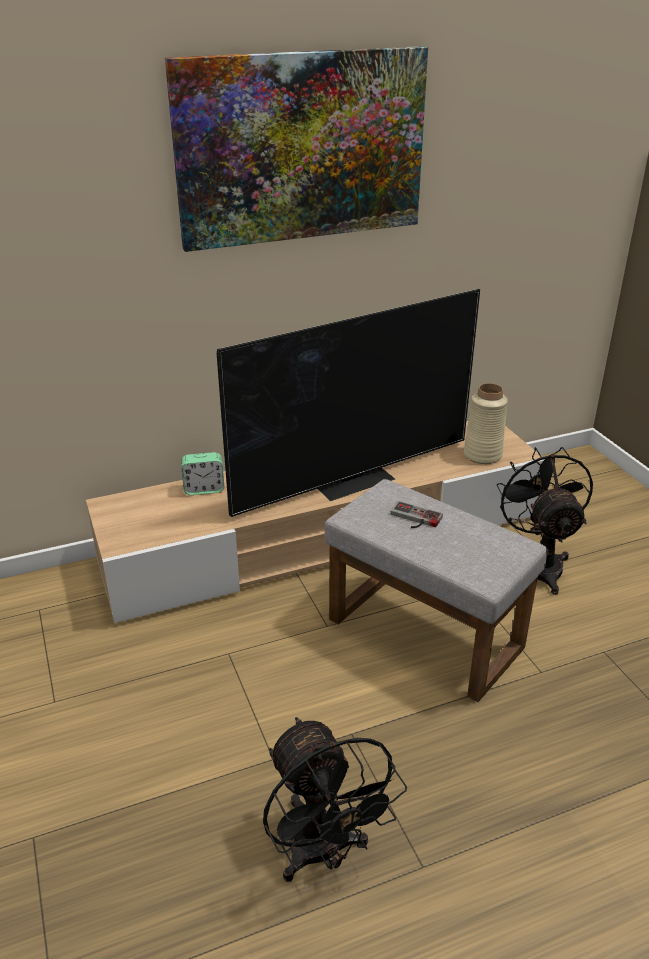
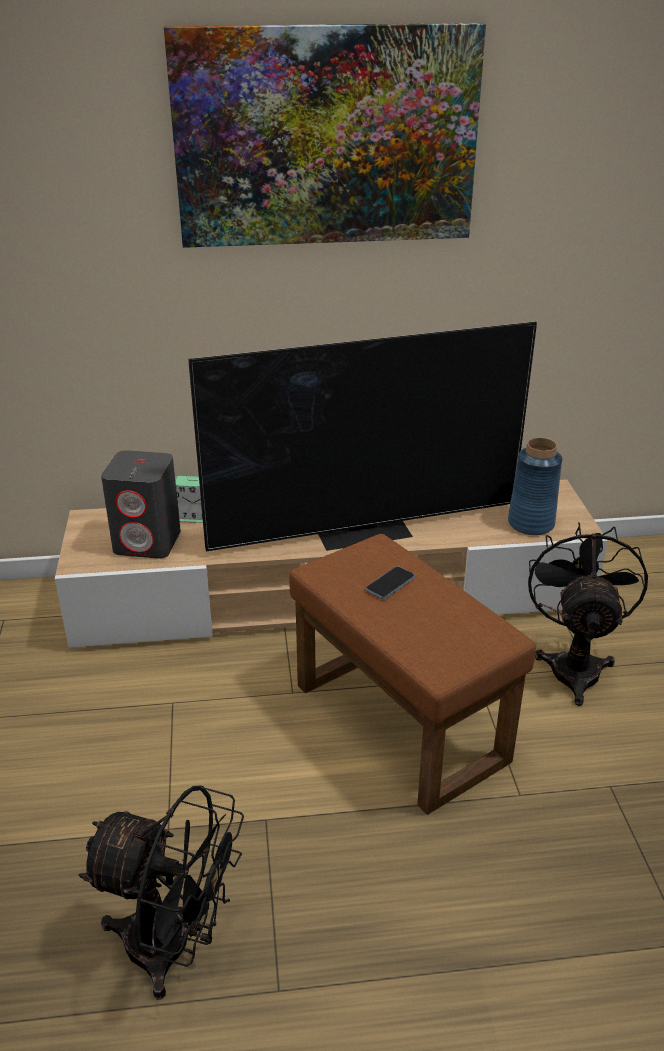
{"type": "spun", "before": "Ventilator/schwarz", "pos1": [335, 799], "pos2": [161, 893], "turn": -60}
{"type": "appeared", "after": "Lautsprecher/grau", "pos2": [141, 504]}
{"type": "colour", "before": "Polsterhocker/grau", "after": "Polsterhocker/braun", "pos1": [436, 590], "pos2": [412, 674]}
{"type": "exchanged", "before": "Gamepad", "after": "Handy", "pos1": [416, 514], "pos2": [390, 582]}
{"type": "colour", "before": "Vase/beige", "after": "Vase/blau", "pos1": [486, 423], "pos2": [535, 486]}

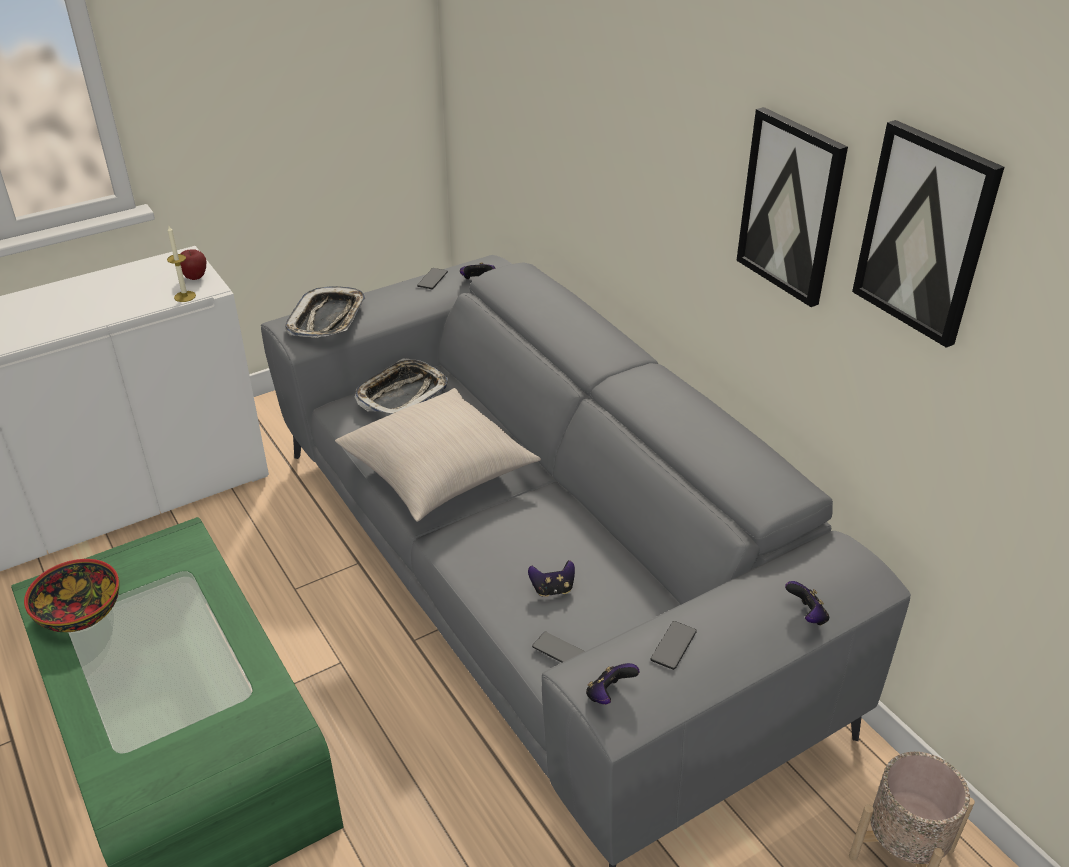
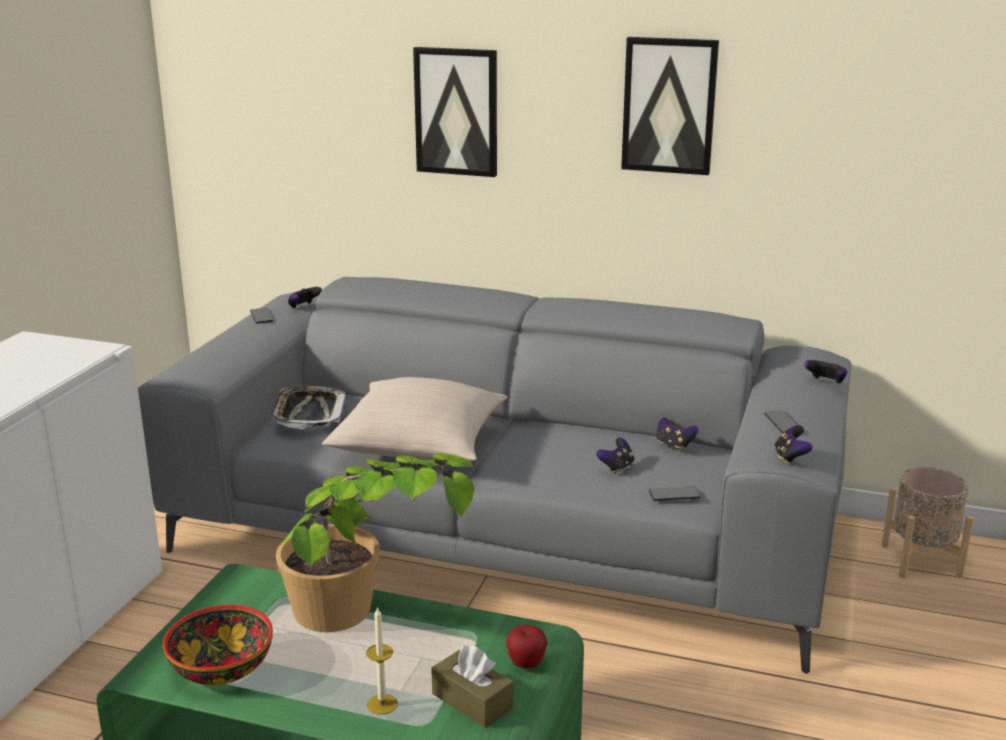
{"type": "appeared", "after": "Topfpflanze", "pos2": [375, 542]}
{"type": "relocated", "before": "Kerze", "pos1": [181, 264], "pos2": [382, 660]}
{"type": "relocated", "before": "Bild", "pos1": [928, 234], "pos2": [455, 112]}
{"type": "appeared", "after": "Taschentuchbox/braun", "pos2": [472, 686]}
{"type": "relocated", "before": "Apfel", "pos1": [193, 264], "pos2": [527, 646]}
{"type": "appeared", "after": "Gamepad", "pos2": [677, 434]}
{"type": "missing", "before": "Tablett", "pos1": [325, 312]}

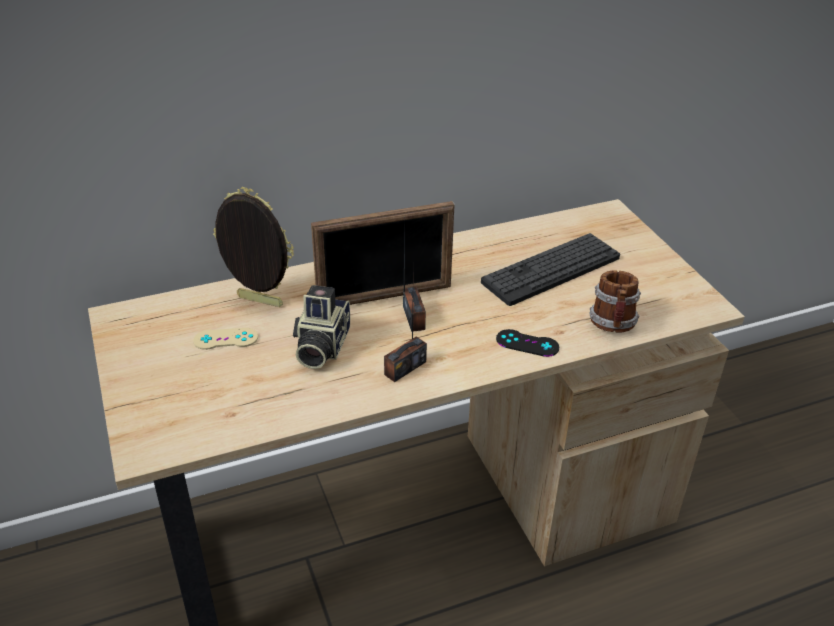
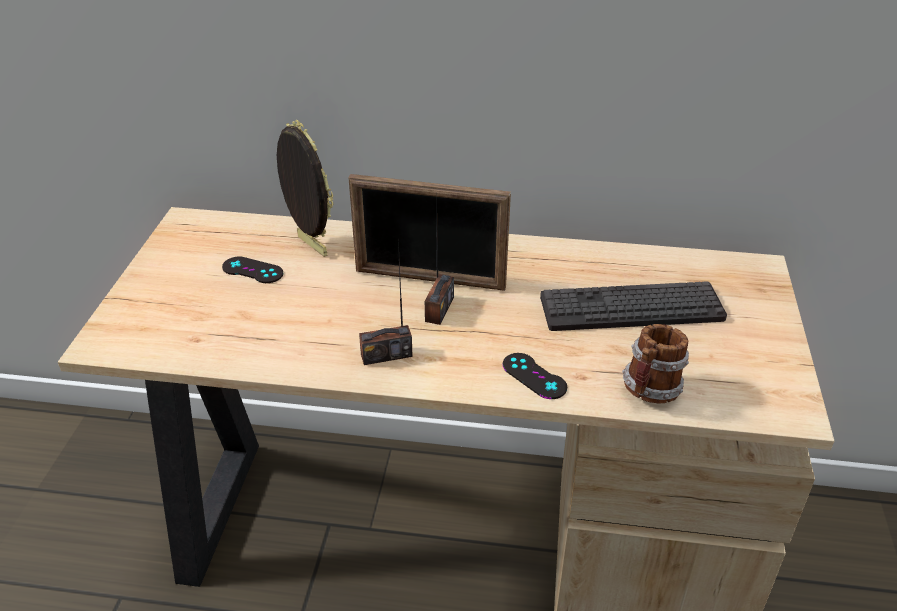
{"type": "colour", "before": "Gamepad/beige", "after": "Gamepad/schwarz", "pos1": [225, 339], "pos2": [253, 270]}
{"type": "missing", "before": "Kamera", "pos1": [321, 327]}

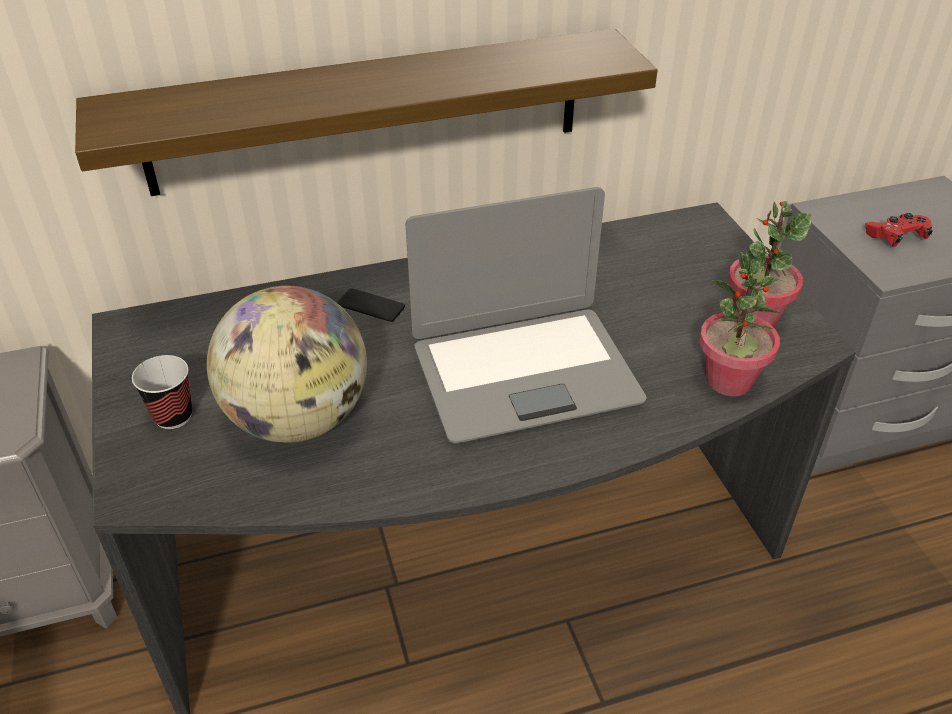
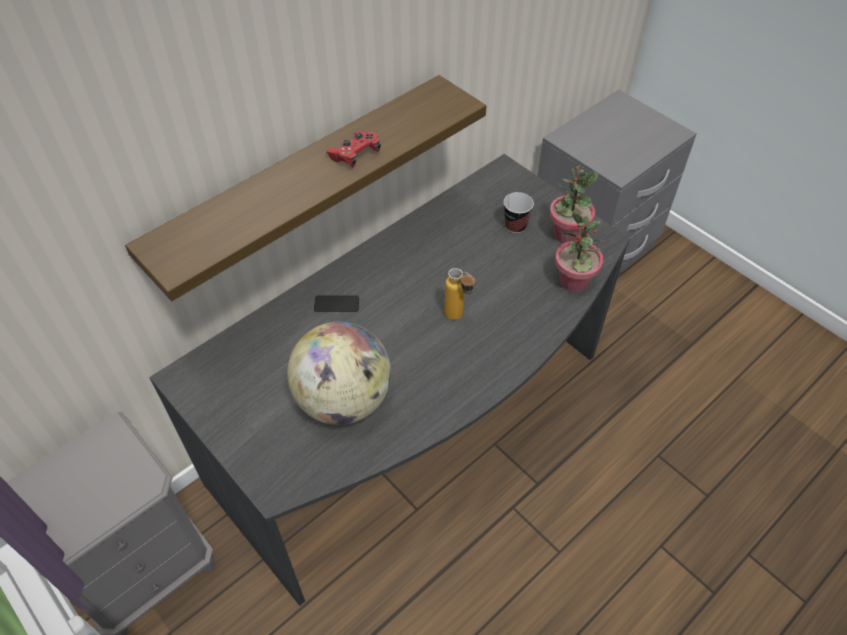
{"type": "relocated", "before": "Gamepad/rot", "pos1": [899, 230], "pos2": [353, 149]}
{"type": "exchanged", "before": "Laptop", "after": "Flasche", "pos1": [526, 315], "pos2": [460, 294]}
{"type": "relocated", "before": "Tasse", "pos1": [162, 392], "pos2": [519, 212]}

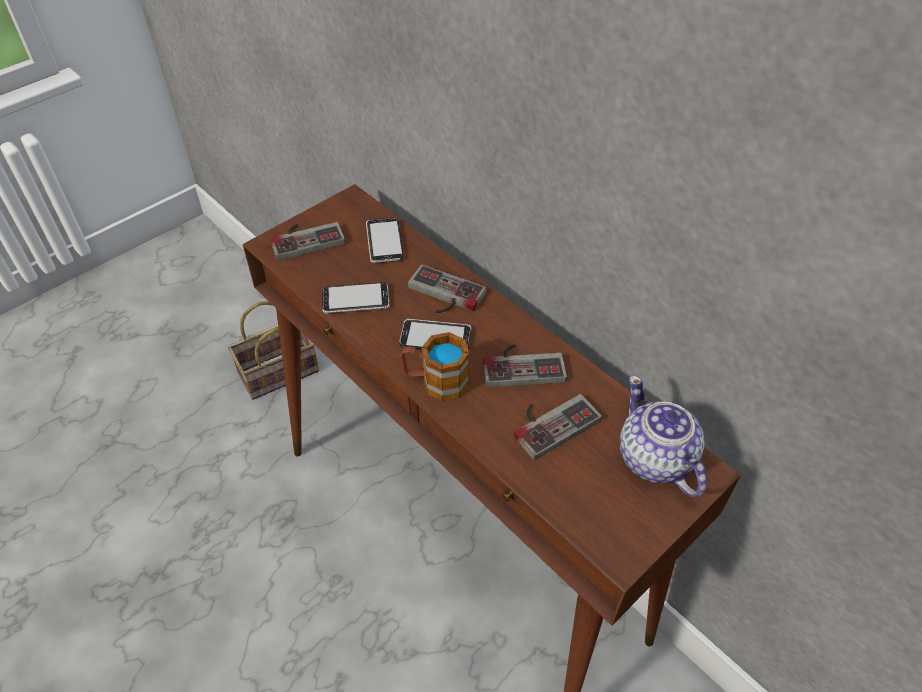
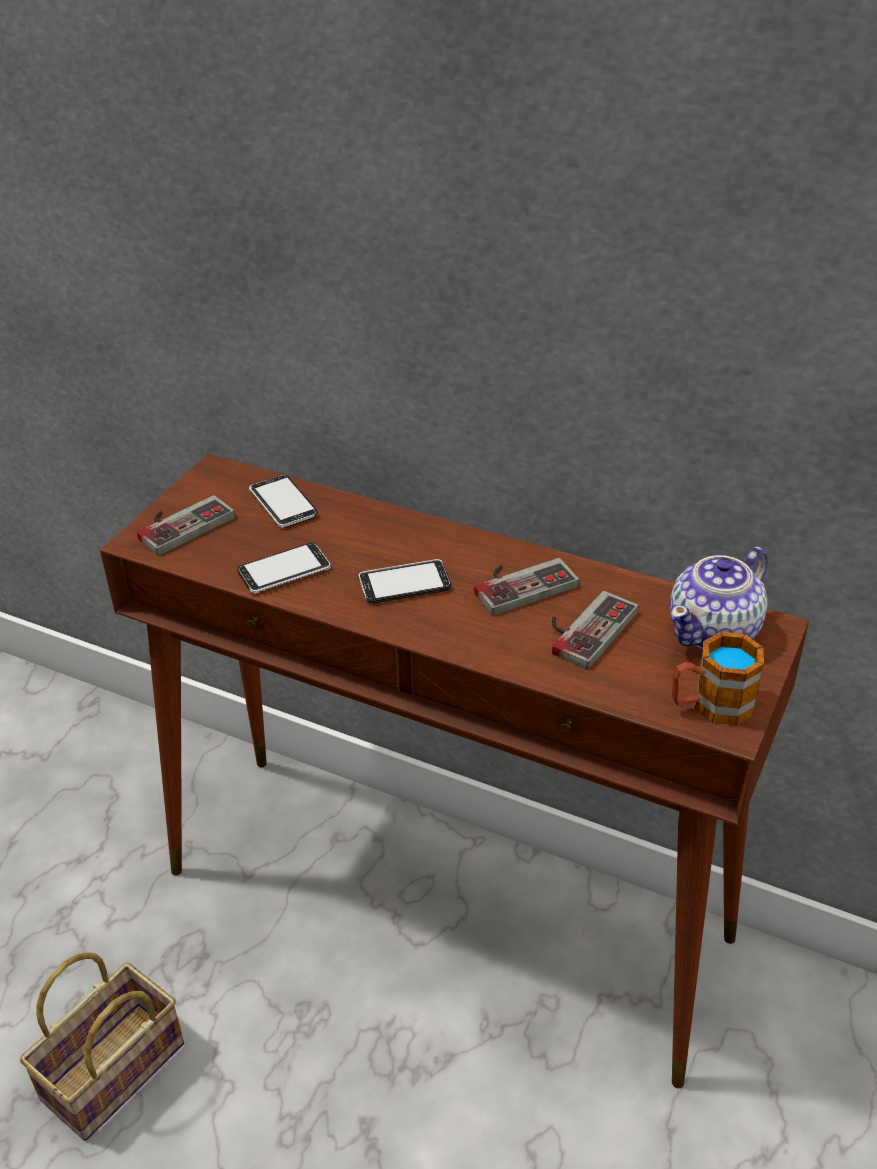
{"type": "relocated", "before": "Korb", "pos1": [273, 350], "pos2": [102, 1046]}
{"type": "spun", "before": "Teekanne", "pos1": [663, 436], "pos2": [719, 598], "turn": -90}
{"type": "relocated", "before": "Henkelbecher", "pos1": [435, 366], "pos2": [718, 678]}
{"type": "missing", "before": "Gamepad", "pos1": [447, 289]}

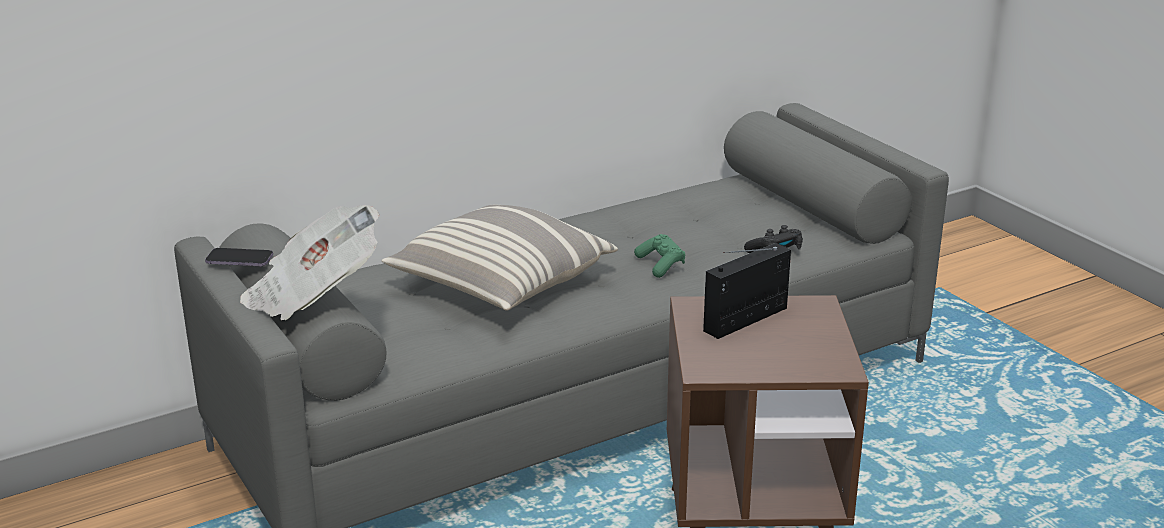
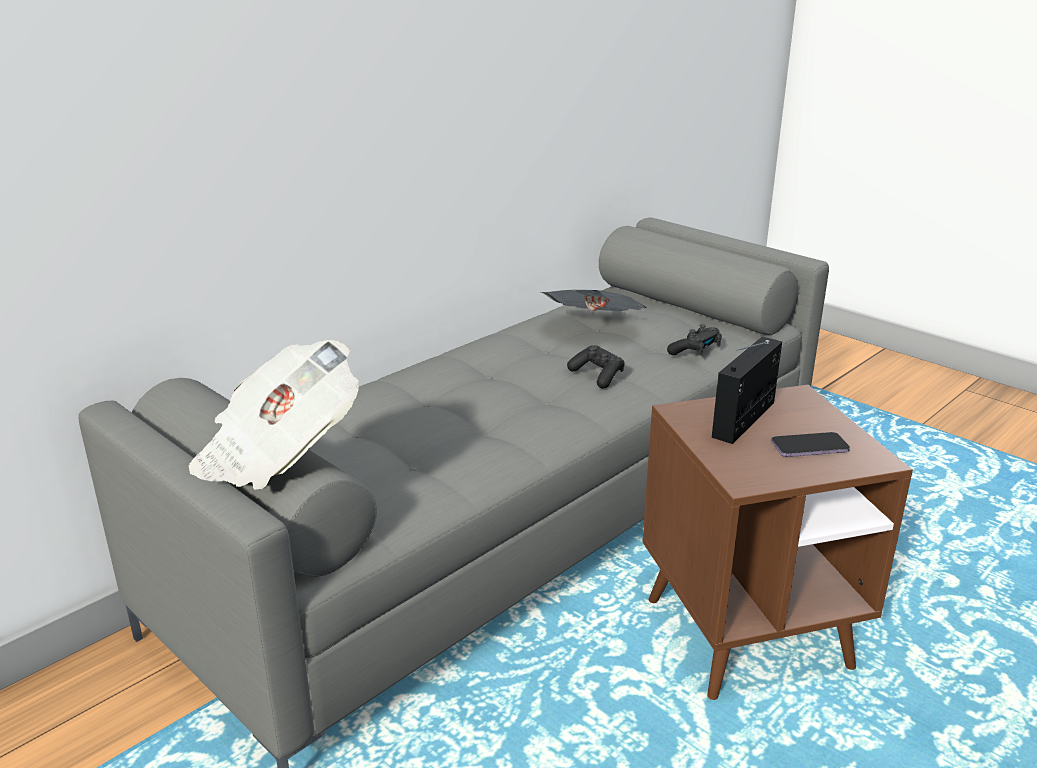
{"type": "appeared", "after": "Zeitung", "pos2": [594, 300]}
{"type": "colour", "before": "Gamepad/grün", "after": "Gamepad/schwarz", "pos1": [659, 256], "pos2": [596, 367]}
{"type": "relocated", "before": "Handy", "pos1": [239, 257], "pos2": [810, 444]}
{"type": "missing", "before": "Kissen", "pos1": [499, 258]}

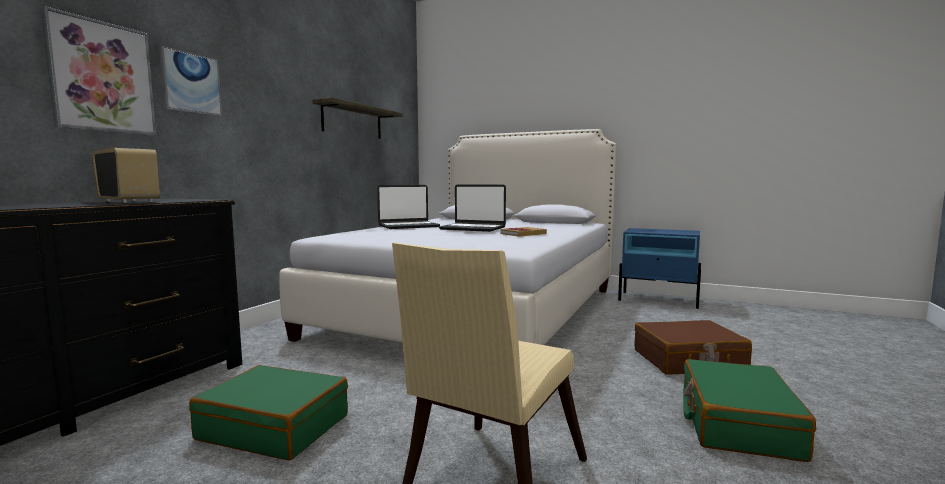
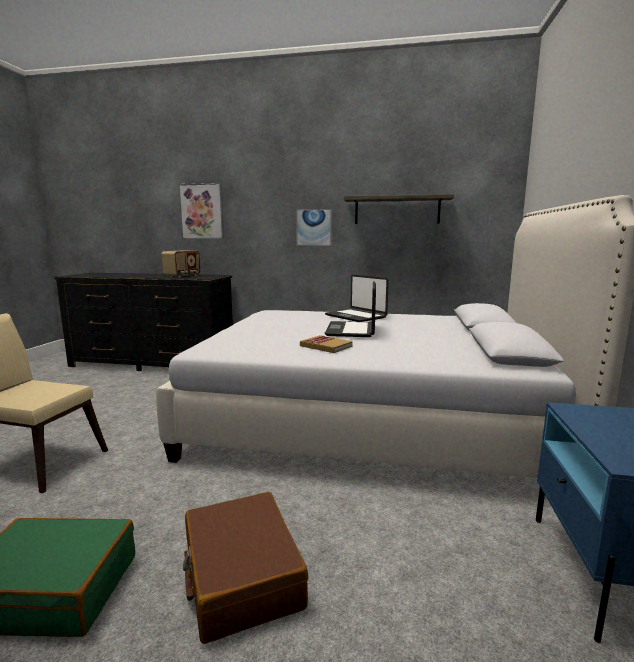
{"type": "relocated", "before": "Bild", "pos1": [190, 81], "pos2": [314, 227]}
{"type": "missing", "before": "Koffer/grün", "pos1": [268, 412]}

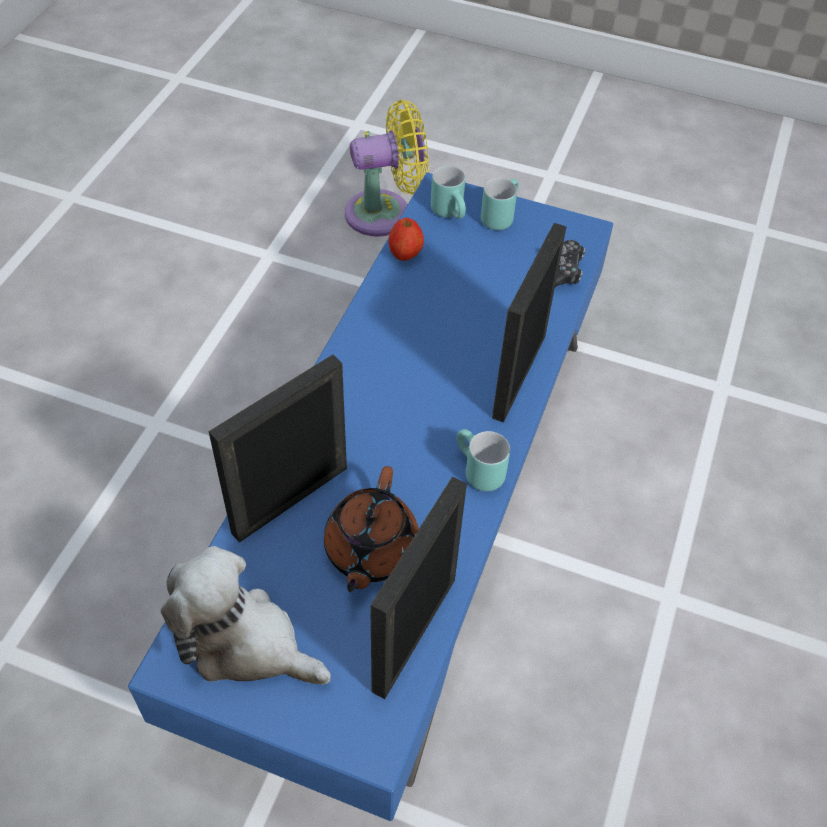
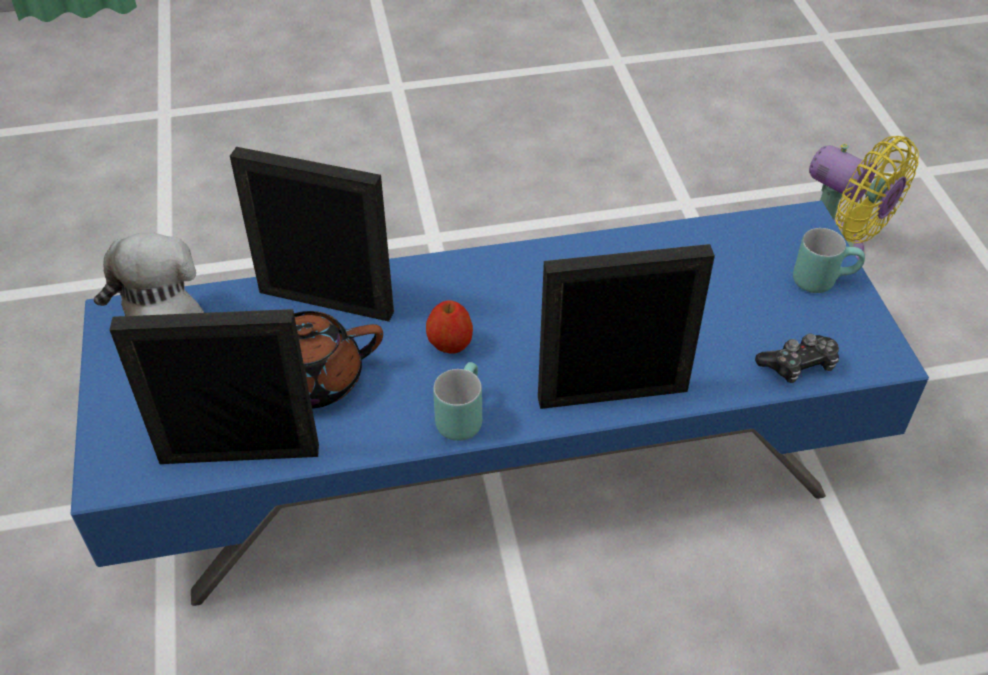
{"type": "relocated", "before": "Apfel", "pos1": [406, 239], "pos2": [449, 326]}
{"type": "missing", "before": "Henkelbecher/türkis", "pos1": [448, 192]}

